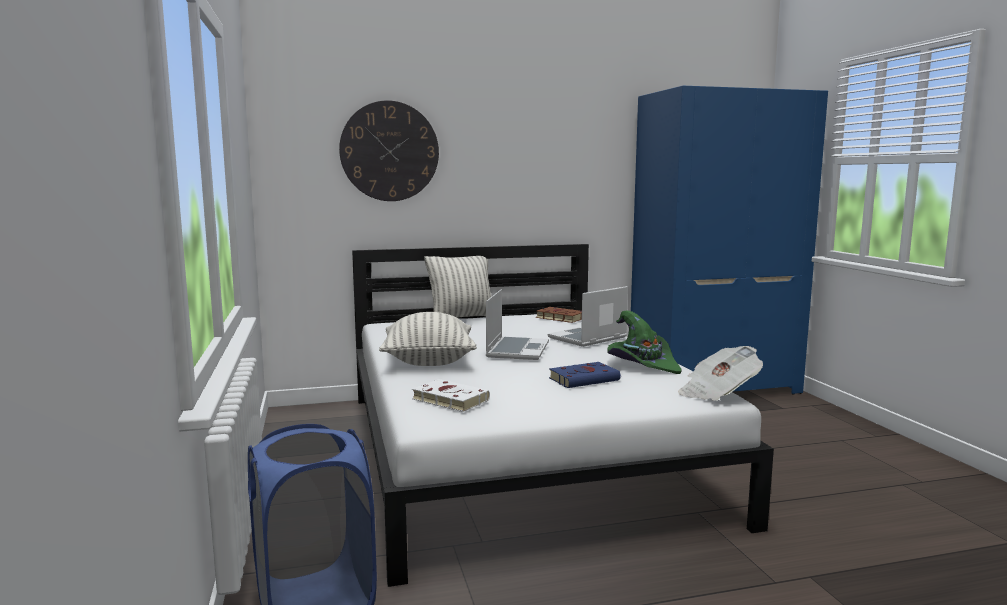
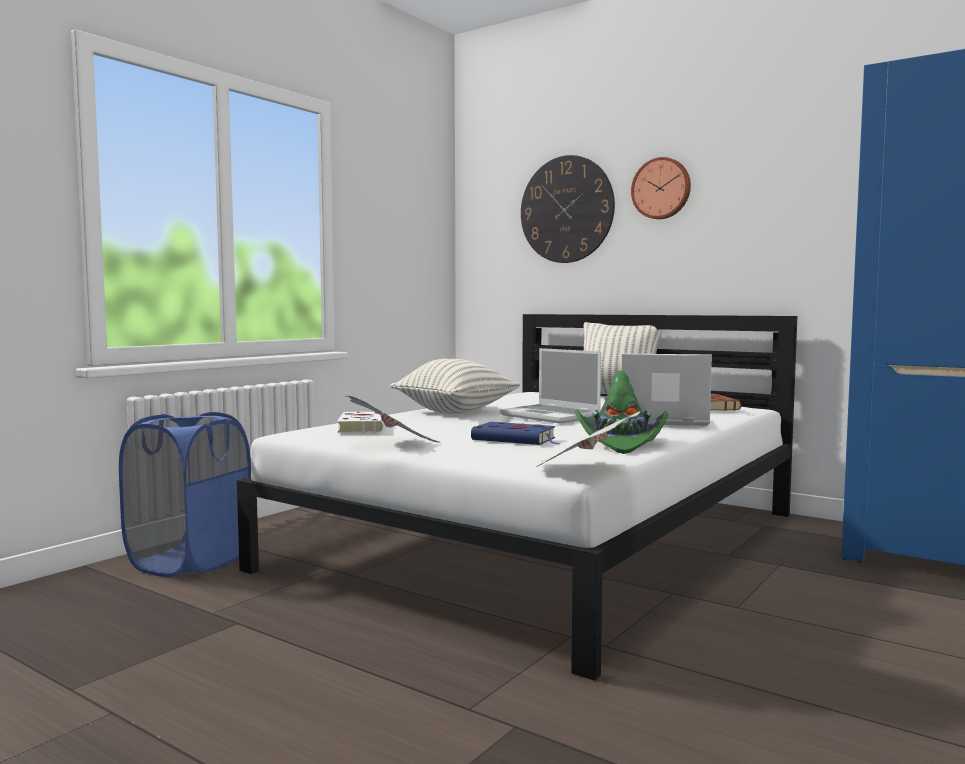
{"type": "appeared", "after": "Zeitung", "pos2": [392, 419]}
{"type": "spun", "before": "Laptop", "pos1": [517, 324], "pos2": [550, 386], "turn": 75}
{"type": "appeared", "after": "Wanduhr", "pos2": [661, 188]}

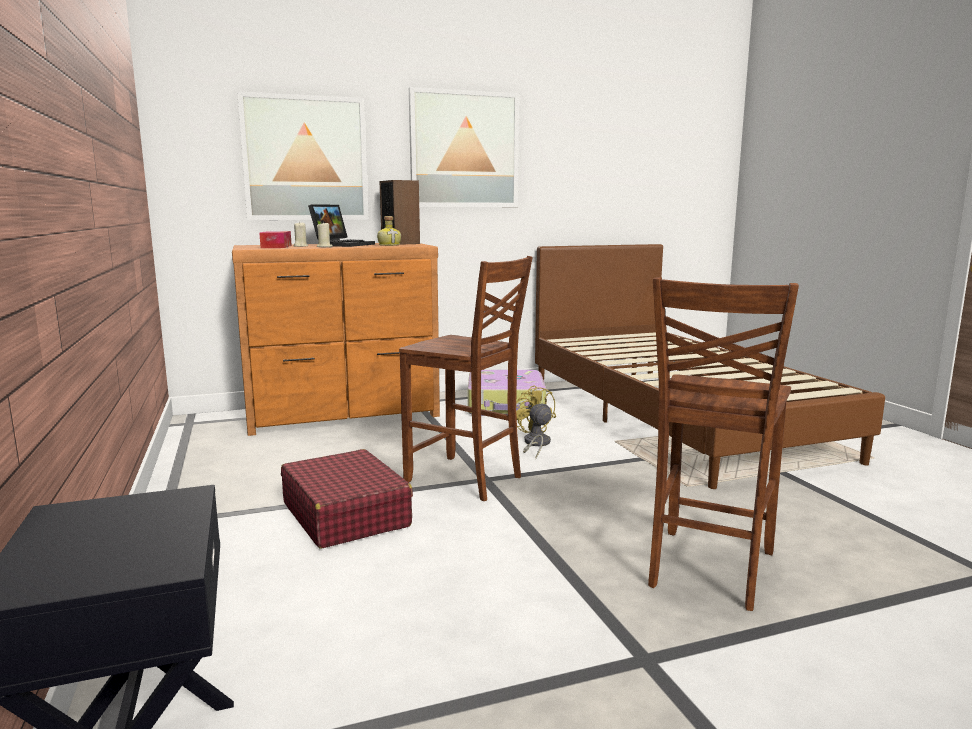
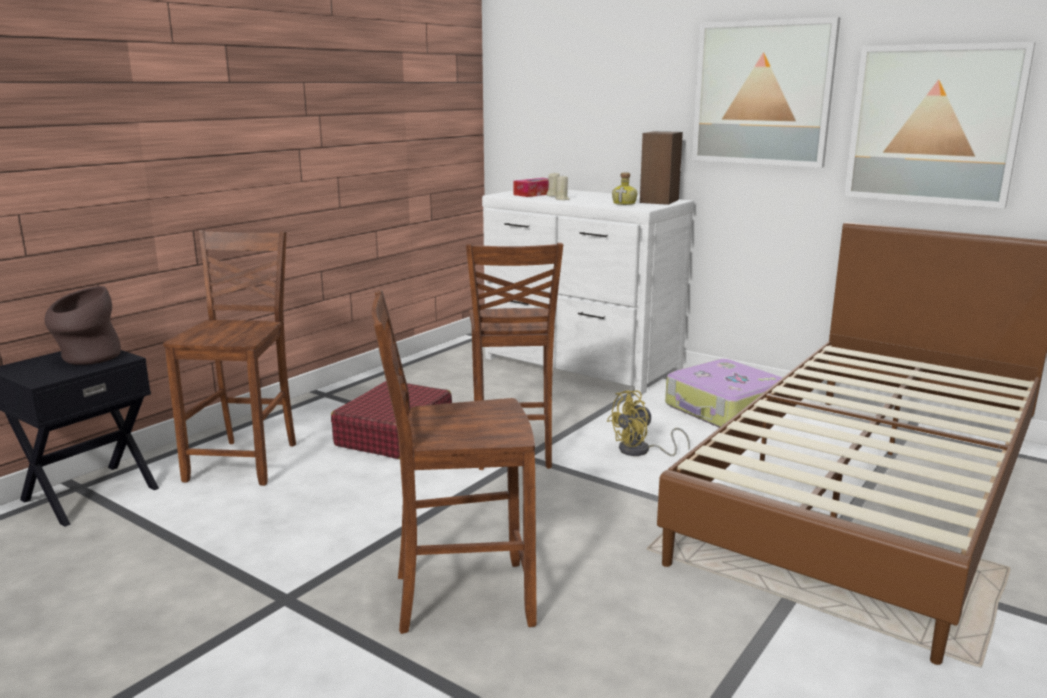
{"type": "appeared", "after": "Vase/braun", "pos2": [83, 325]}
{"type": "appeared", "after": "Stuhl/braun", "pos2": [229, 358]}
{"type": "colour", "before": "Kommode/braun", "after": "Kommode/weiß", "pos1": [336, 339], "pos2": [588, 292]}
{"type": "spun", "before": "Ventilator/gelb", "pos1": [536, 421], "pos2": [648, 423], "turn": -150}
{"type": "relocated", "before": "Bild", "pos1": [303, 155], "pos2": [940, 125]}
{"type": "missing", "before": "Laptop", "pos1": [341, 225]}

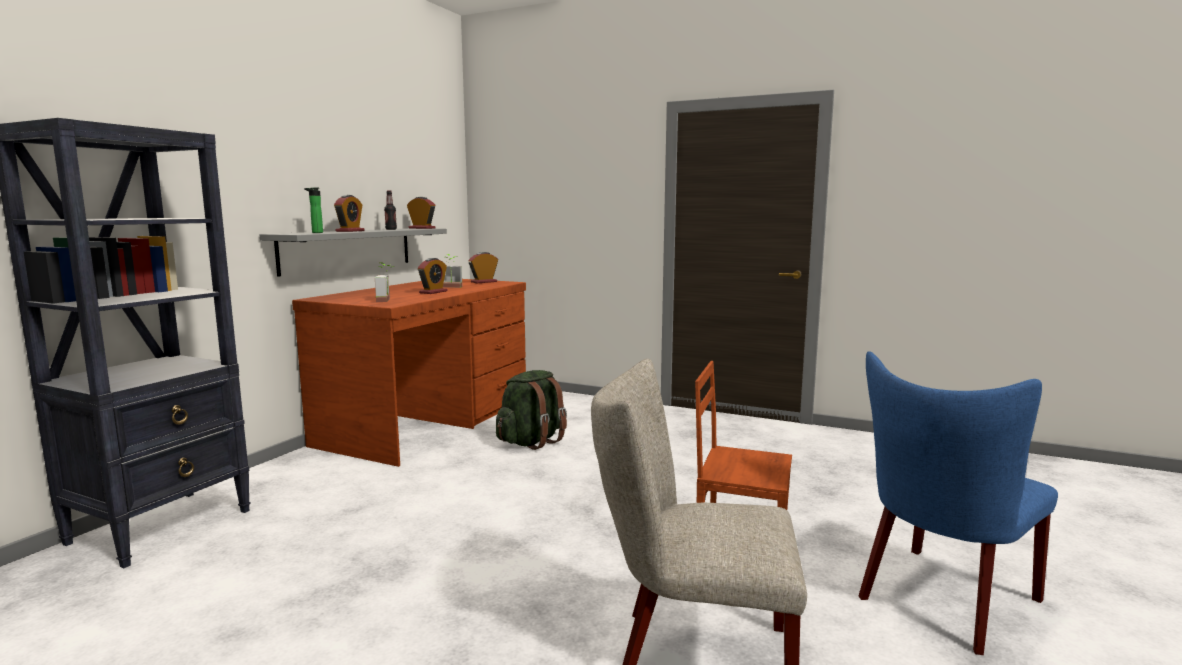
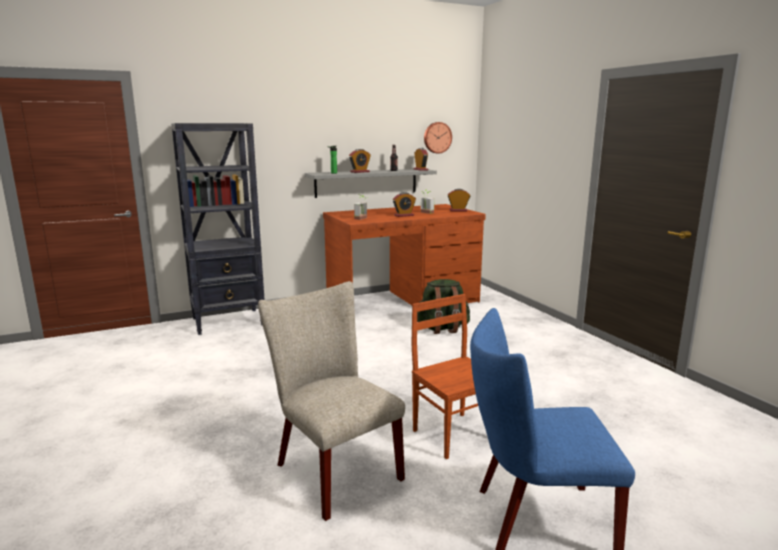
{"type": "appeared", "after": "Wanduhr", "pos2": [438, 138]}

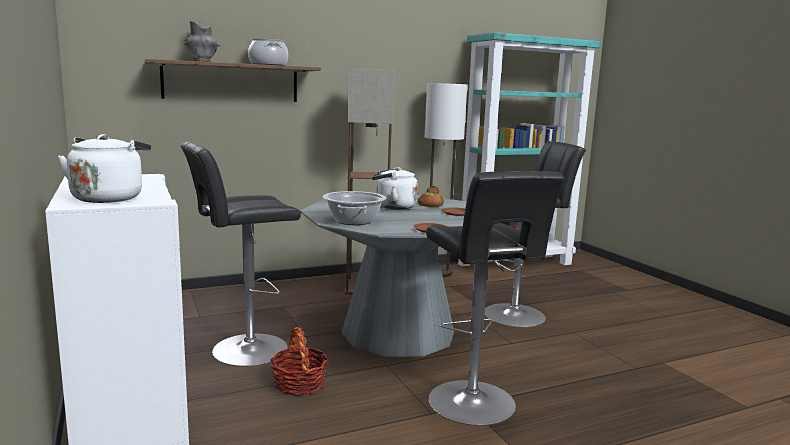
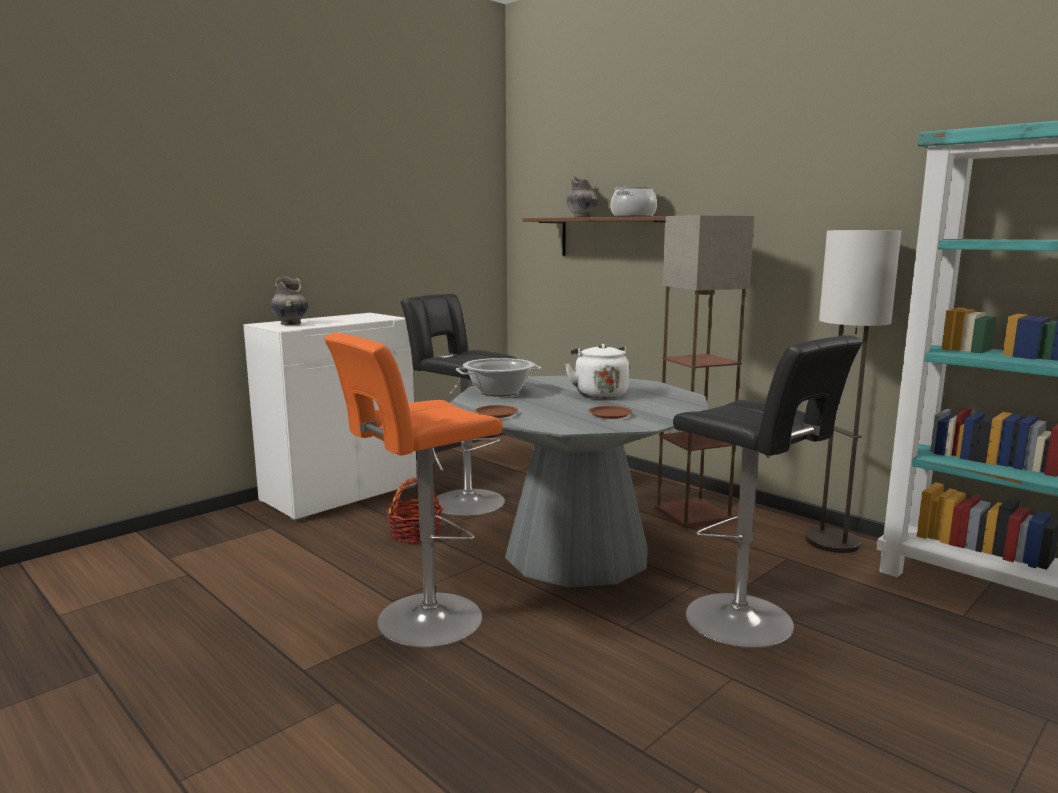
{"type": "exchanged", "before": "Wasserkessel/weiß", "after": "Vase/grau", "pos1": [104, 168], "pos2": [289, 300]}
{"type": "colour", "before": "Hocker/schwarz", "after": "Hocker/orange", "pos1": [495, 298], "pos2": [413, 490]}
{"type": "missing", "before": "Brot", "pos1": [431, 196]}

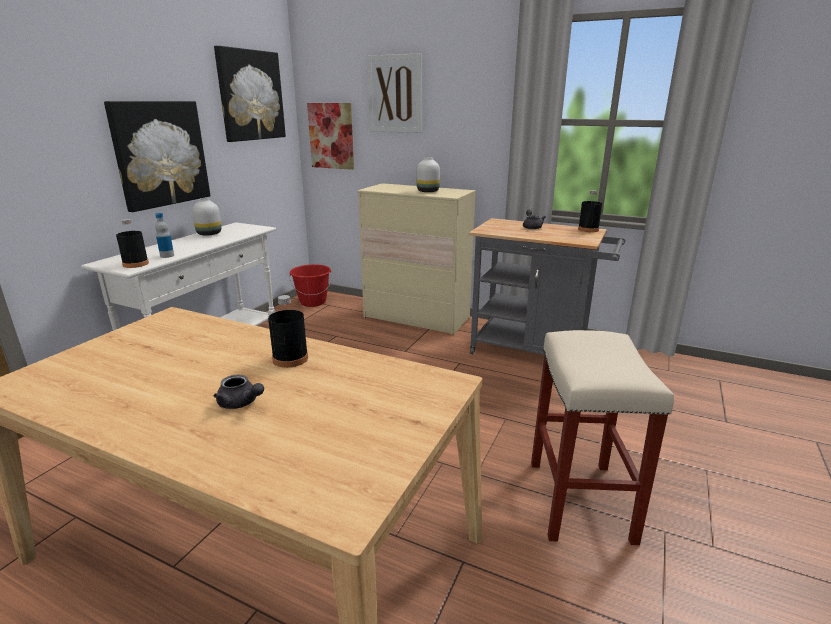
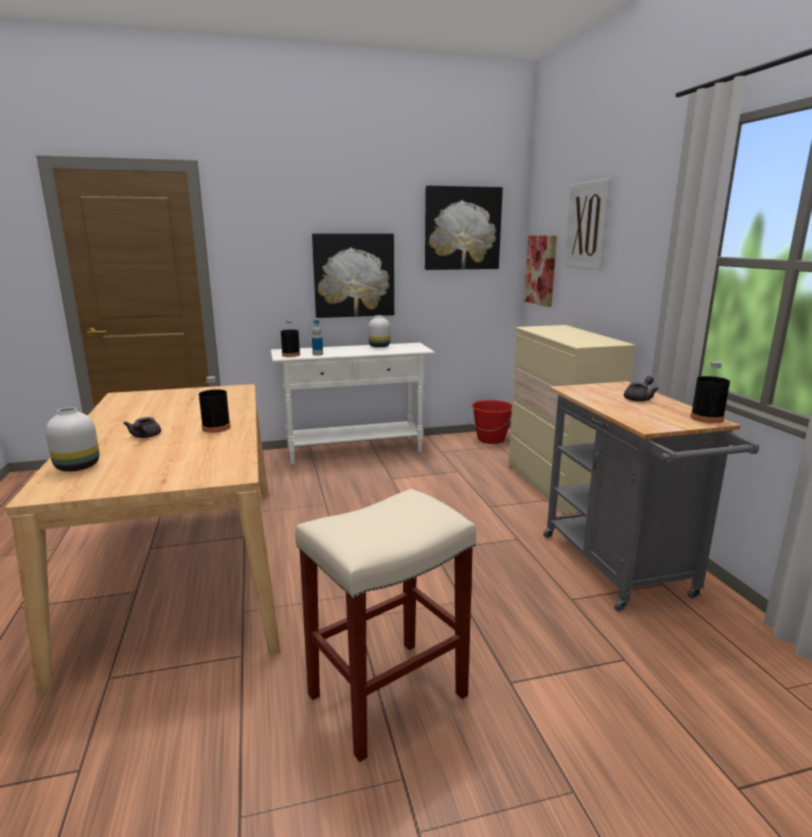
{"type": "relocated", "before": "Vase/weiß", "pos1": [428, 174], "pos2": [72, 439]}

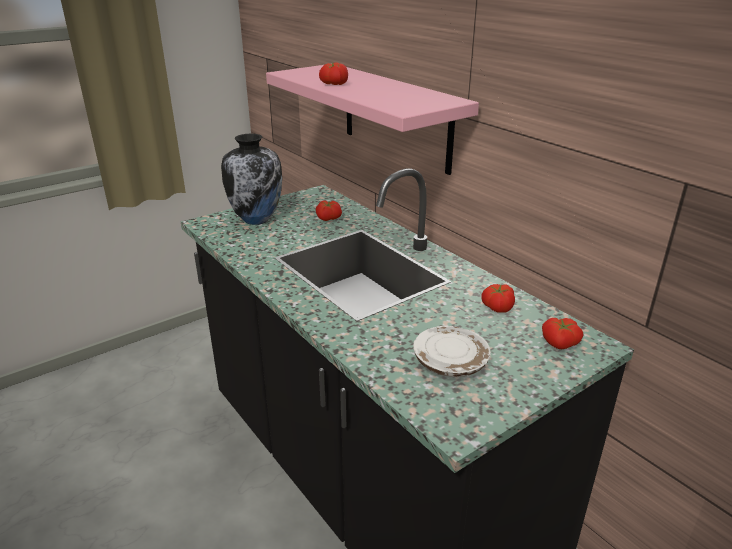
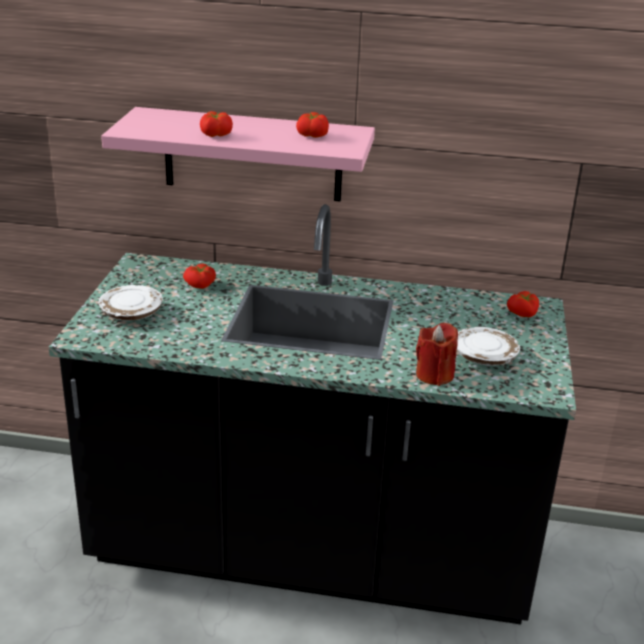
{"type": "exchanged", "before": "Vase", "after": "Teller/weiß", "pos1": [251, 179], "pos2": [131, 303]}
{"type": "relocated", "before": "Tomate", "pos1": [498, 298], "pos2": [312, 125]}
{"type": "appeared", "after": "Kerze/rot", "pos2": [437, 354]}

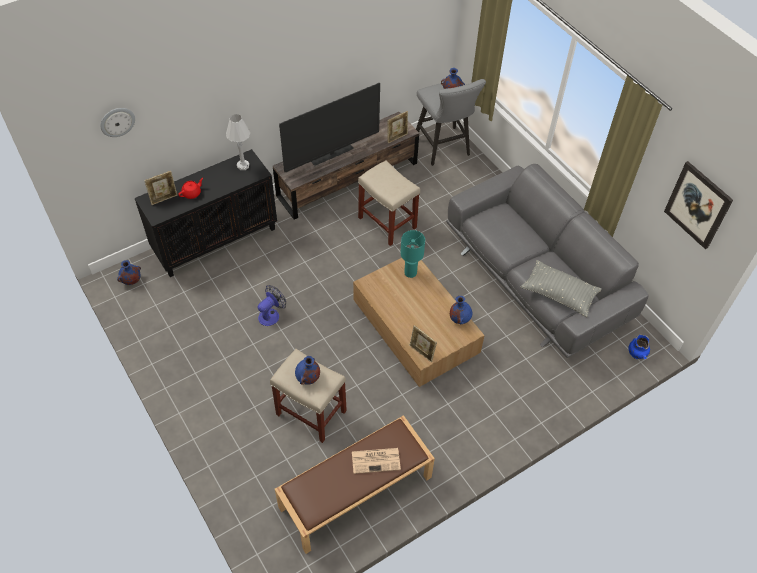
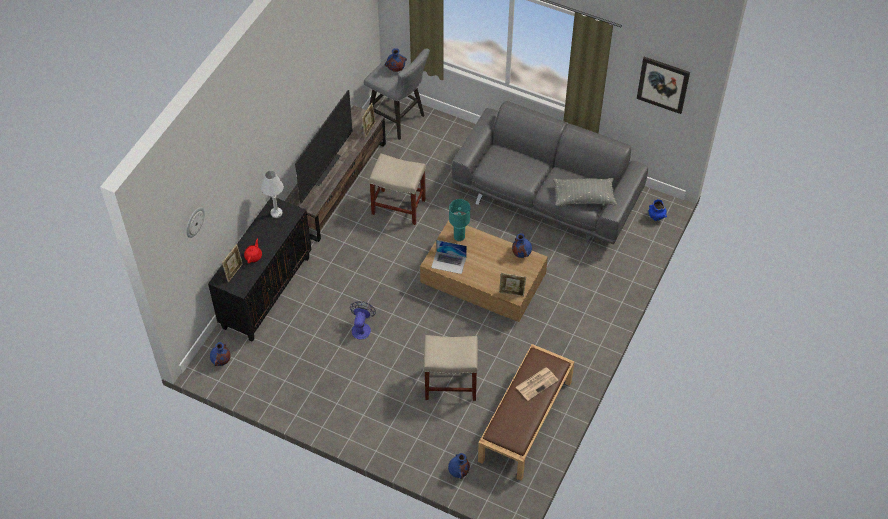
{"type": "appeared", "after": "Laptop", "pos2": [449, 257]}
{"type": "relocated", "before": "Vase/blau", "pos1": [307, 370], "pos2": [459, 466]}

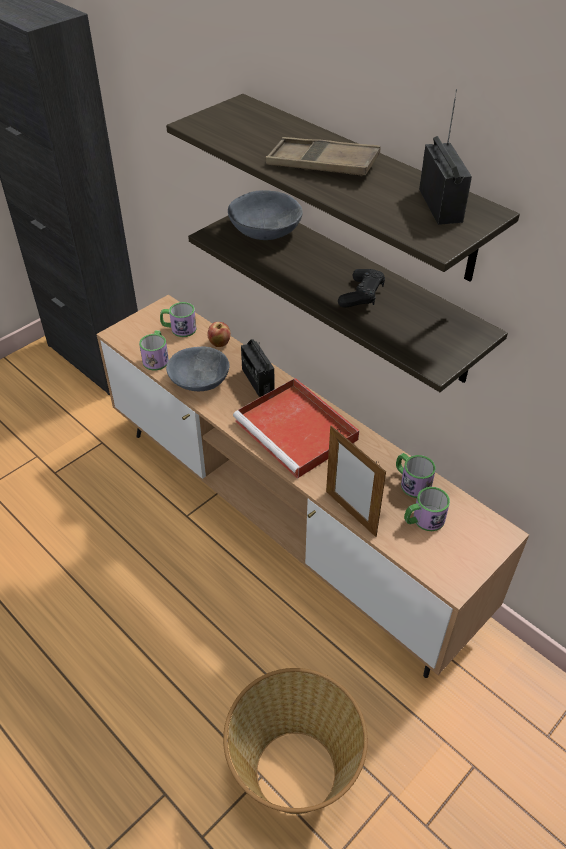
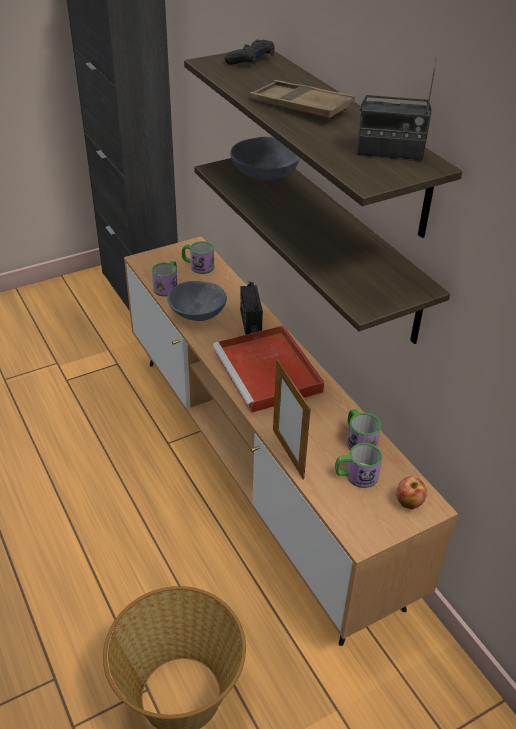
{"type": "relocated", "before": "Gamepad/schwarz", "pos1": [361, 288], "pos2": [250, 52]}
{"type": "spun", "before": "Radio", "pos1": [445, 157], "pos2": [396, 109], "turn": 90}
{"type": "relocated", "before": "Apfel", "pos1": [219, 334], "pos2": [411, 493]}

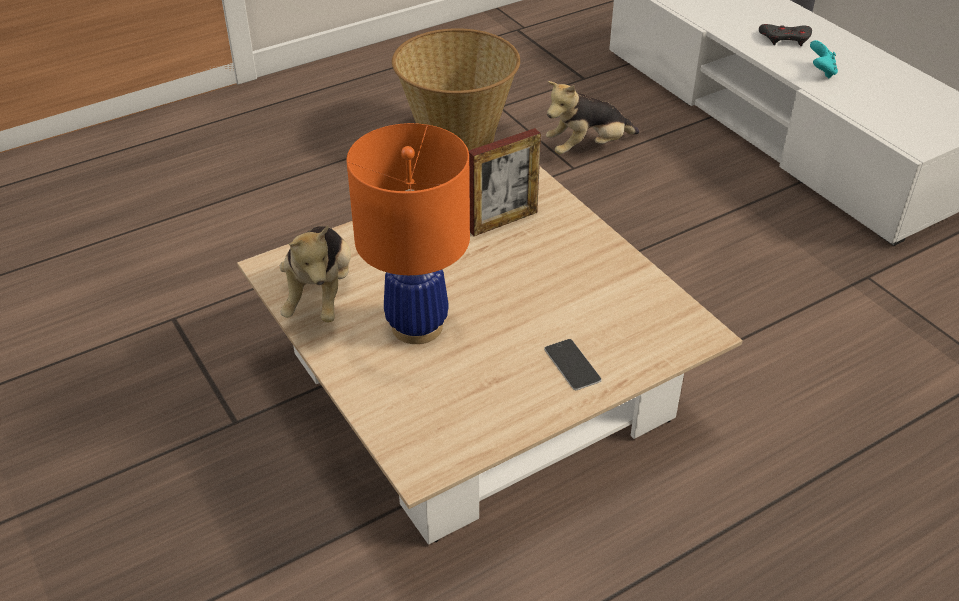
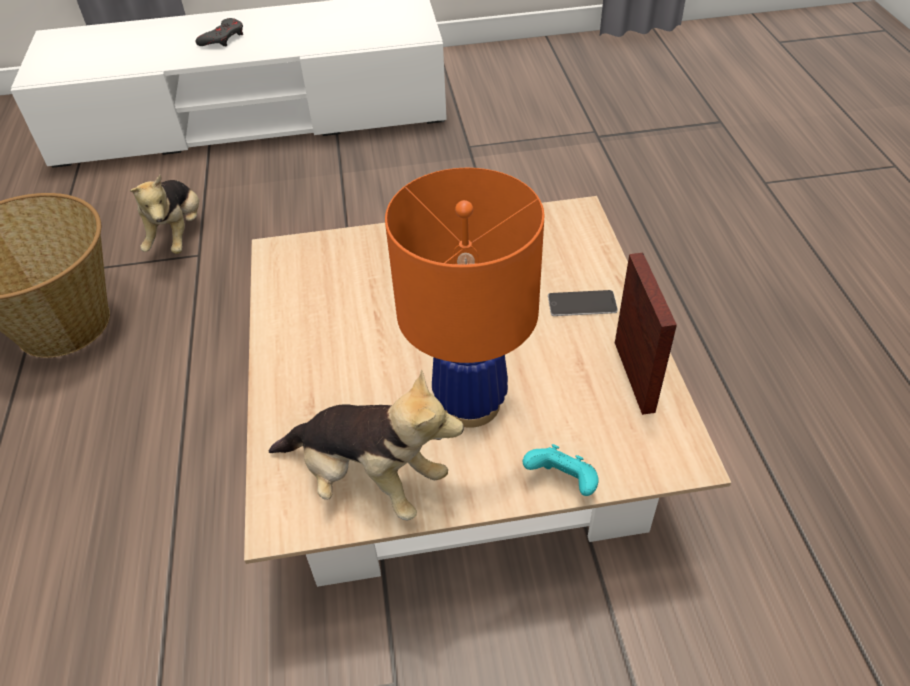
{"type": "relocated", "before": "Gamepad/türkis", "pos1": [824, 59], "pos2": [561, 470]}
{"type": "relocated", "before": "Bilderrahmen", "pos1": [505, 182], "pos2": [646, 334]}

